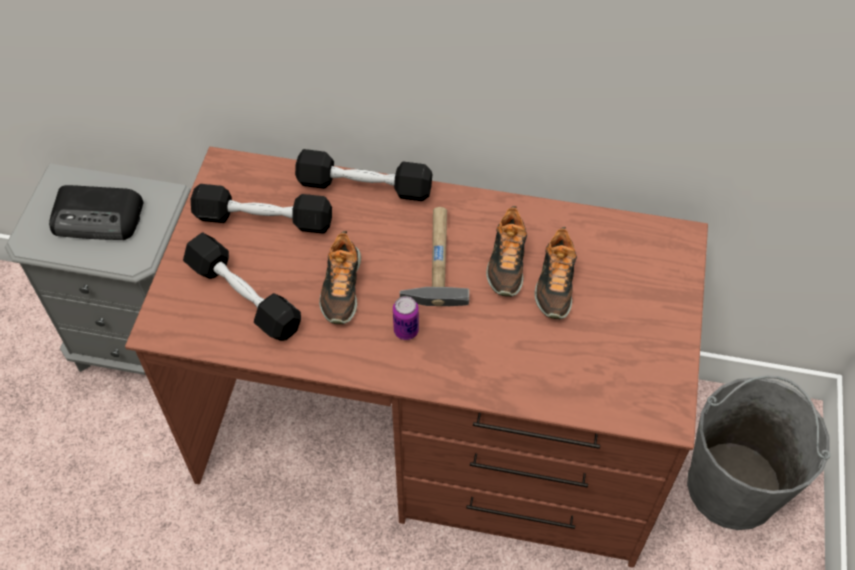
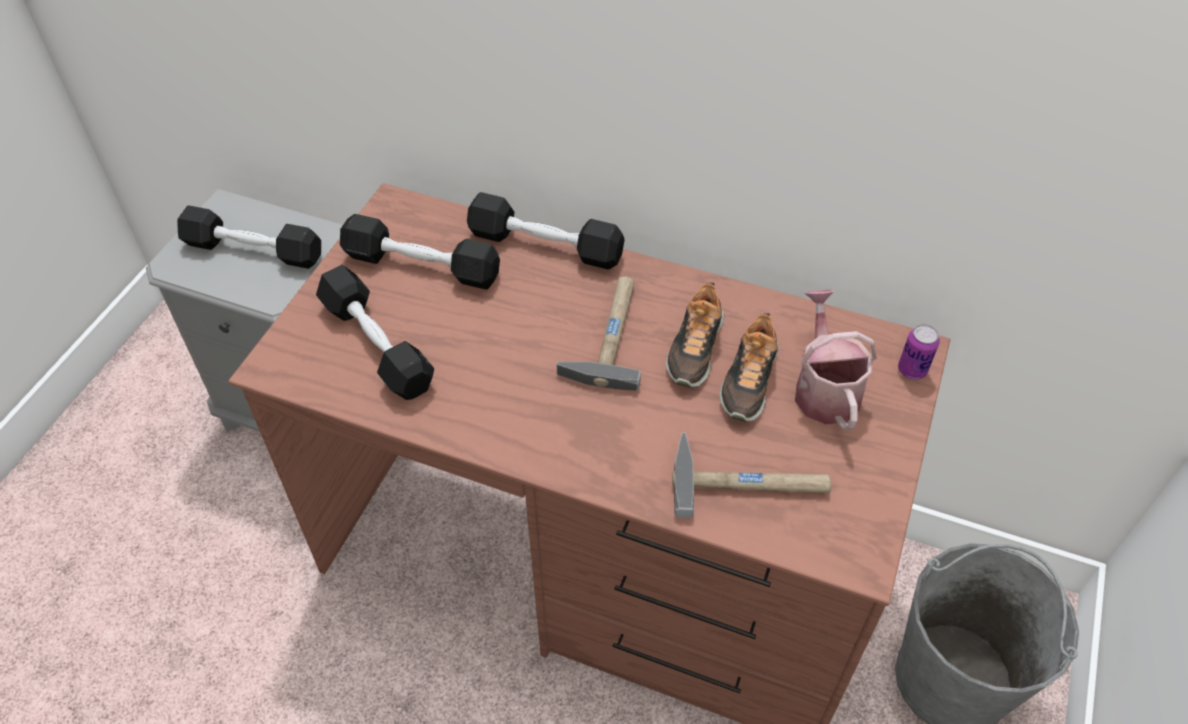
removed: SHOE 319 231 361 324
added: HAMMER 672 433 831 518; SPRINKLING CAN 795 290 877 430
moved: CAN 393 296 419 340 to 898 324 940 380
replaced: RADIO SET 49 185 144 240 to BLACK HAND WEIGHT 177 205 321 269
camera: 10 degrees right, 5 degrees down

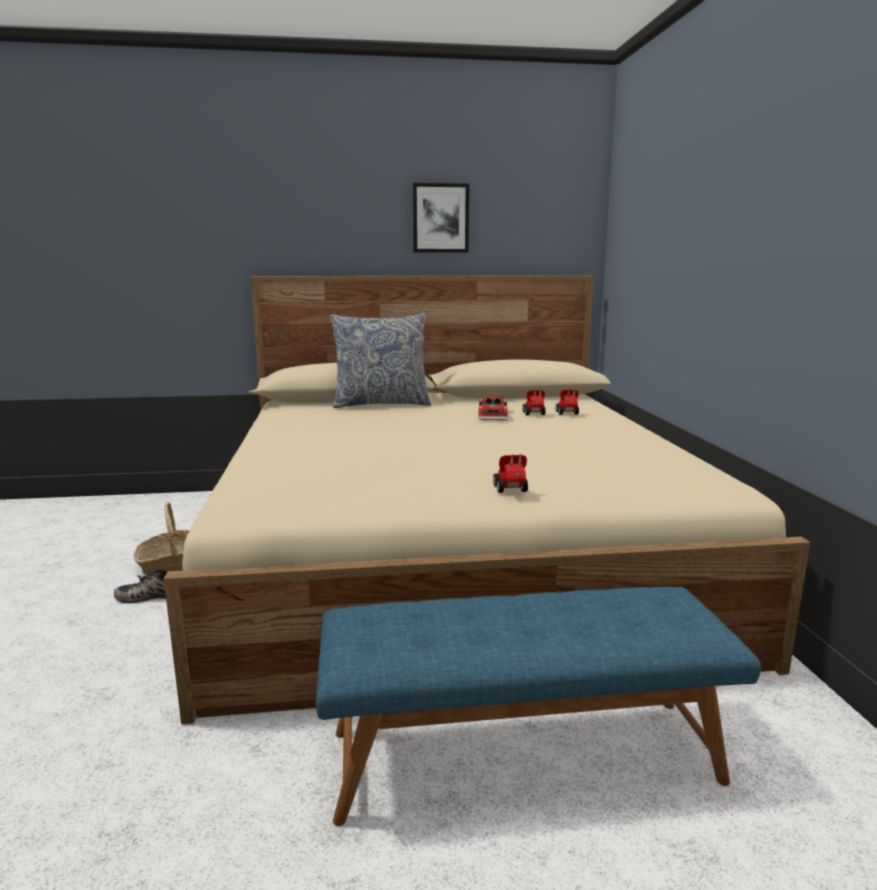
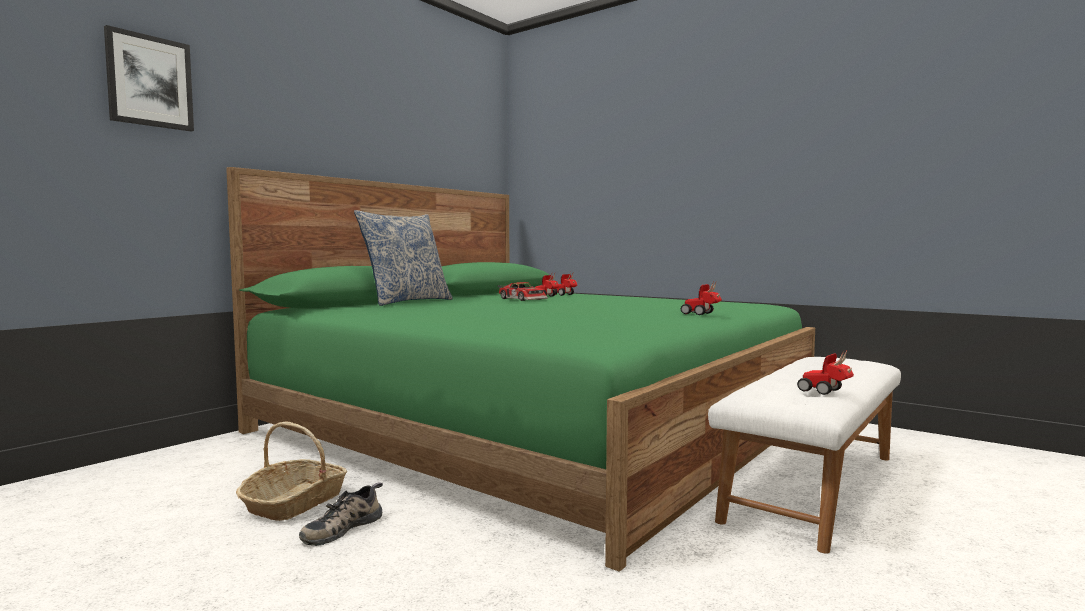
added: MINIATURE CAR 797 351 854 395
moved: PICTURE 413 183 469 253 to 104 25 194 132
recoloured: BEIGE-COLOURED BEDROOM BED 164 275 810 724 to GREEN-COLOURED BEDROOM BED 226 167 815 571; BLUISH LONG SEAT 316 587 761 826 to WHITE-COLOURED LONG SEAT 708 357 901 554
camera: 45 degrees left, 10 degrees down

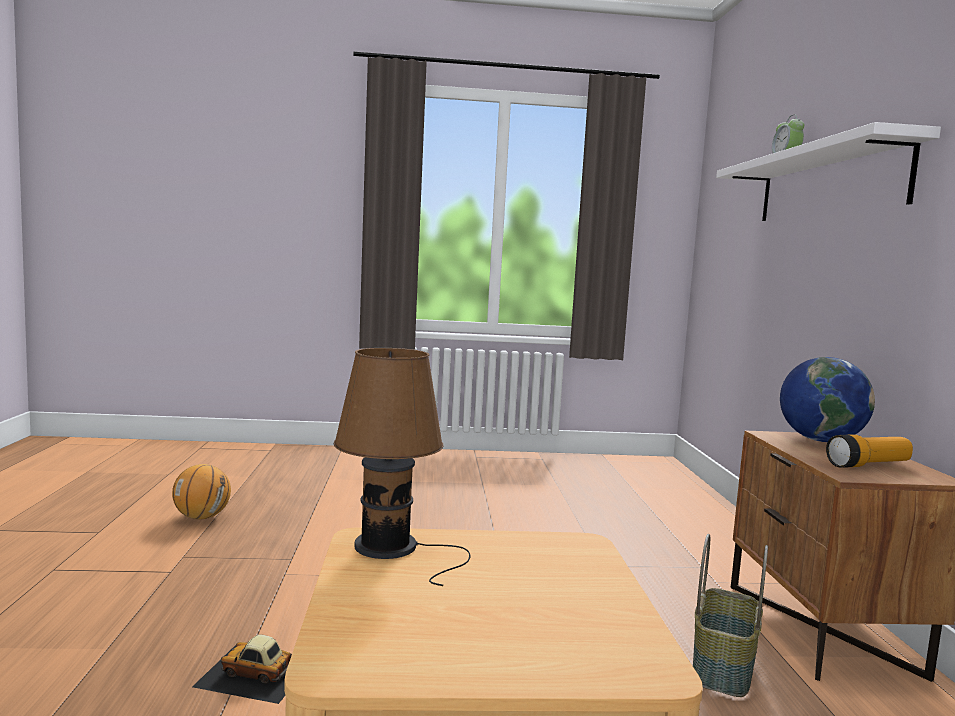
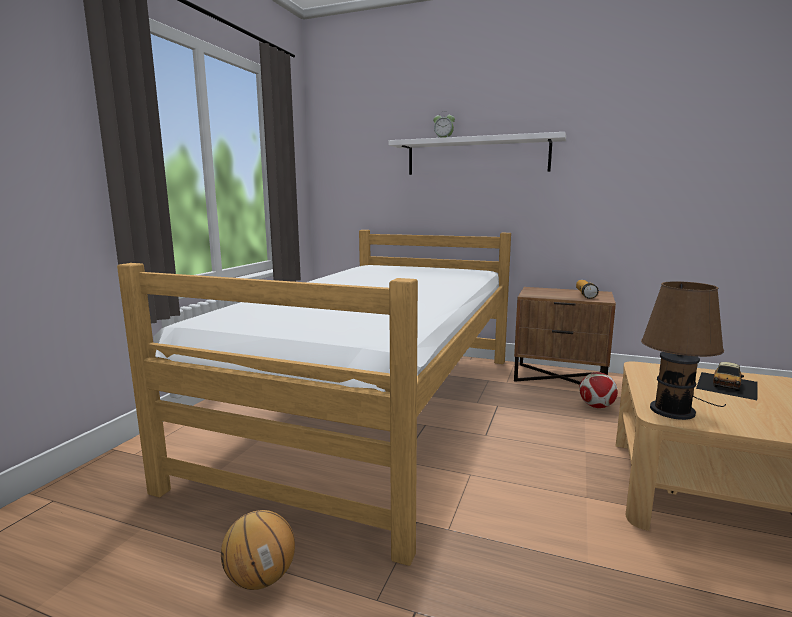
removed: DESK GLOBE 780 357 875 442
added: BEDROOM BED 117 230 511 566
moved: MINIATURE CAR 192 635 292 704 to 696 362 758 400
replaced: STORAGE BASKET 693 534 768 697 to BALL FOR FOOTBALL 579 372 618 408
camera: 65 degrees left, 5 degrees up

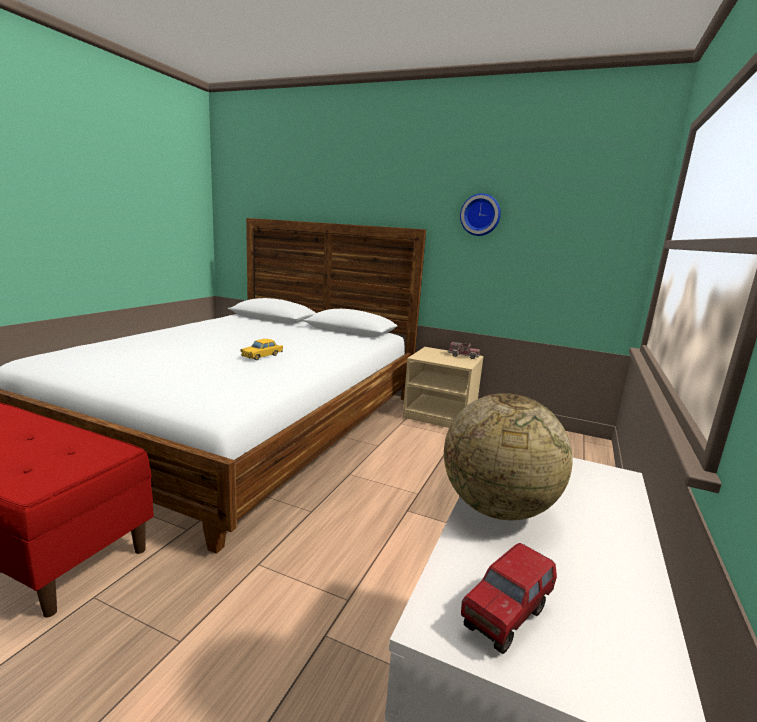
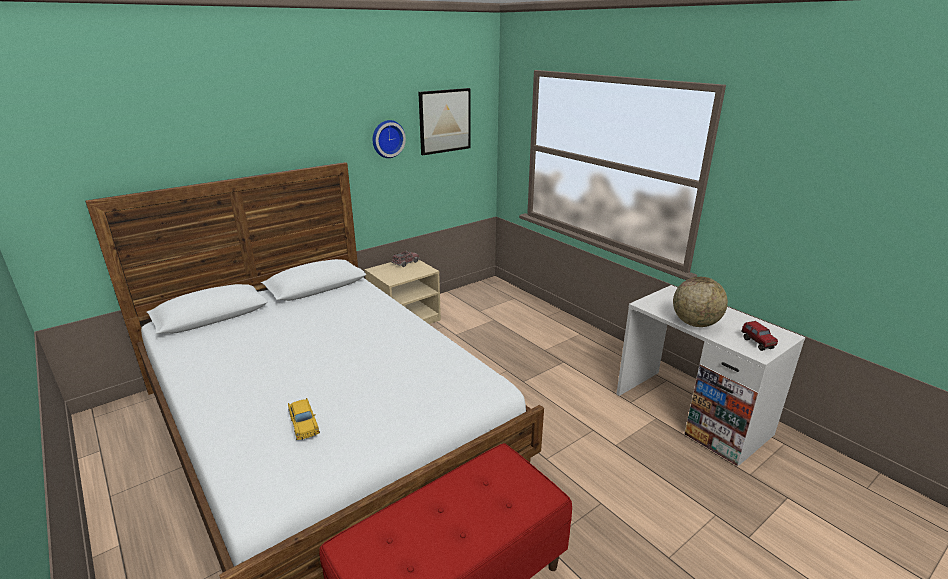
added: PICTURE 418 88 471 155
moved: YELLOWISH MINIATURE CAR 241 339 283 360 to 288 398 320 440
camera: 60 degrees left, 10 degrees up

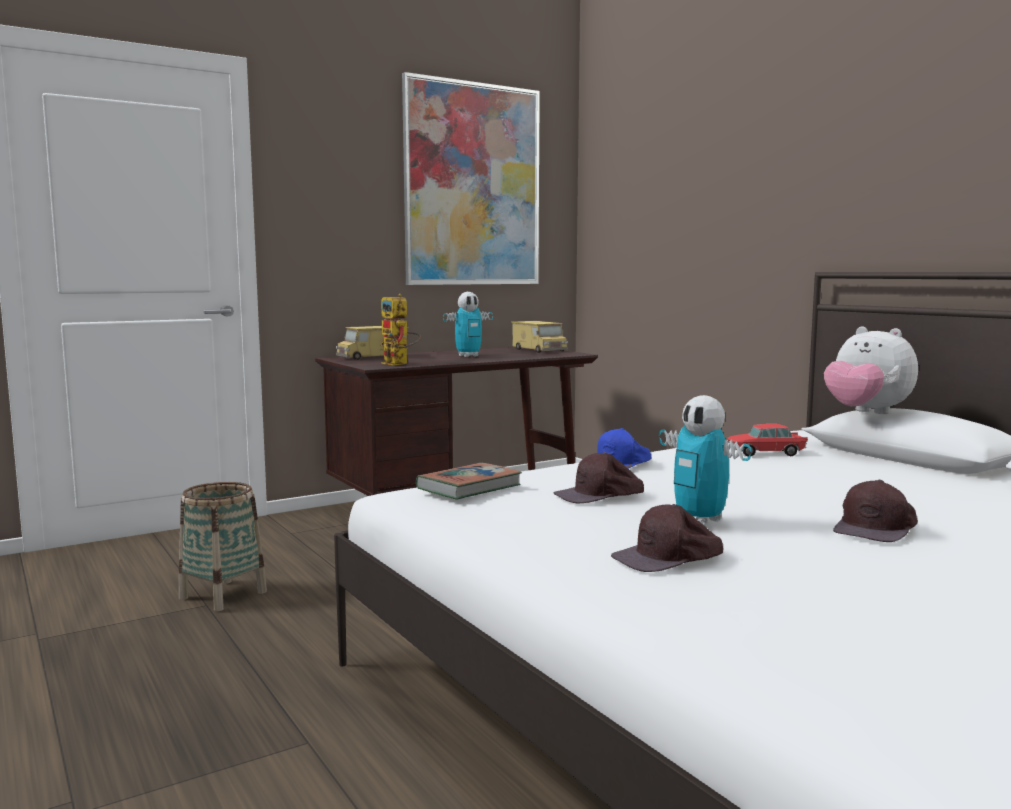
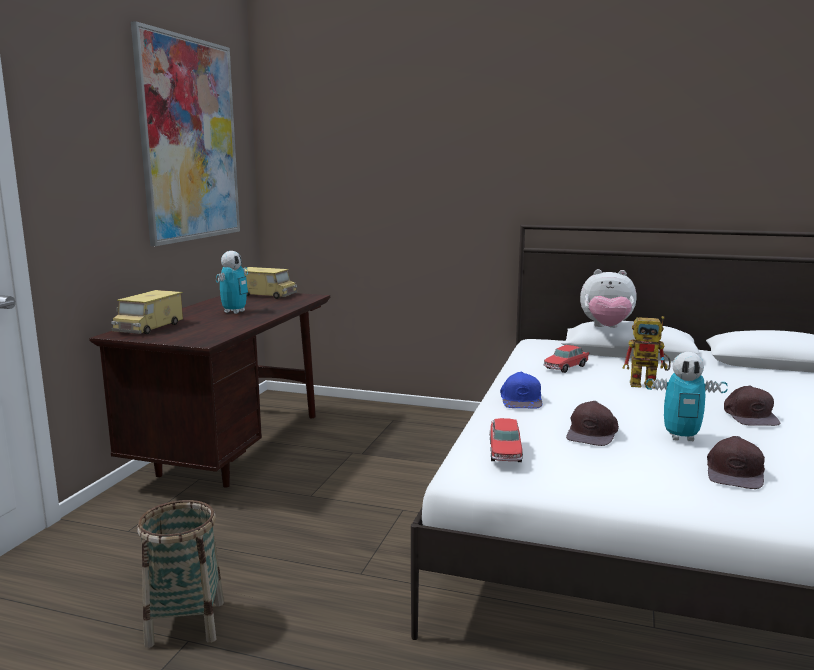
moved: TOY ROBOT 381 294 421 366 to 622 316 671 389
replaced: VOLUME 416 463 522 500 to MINIATURE CAR 490 418 523 462
camera: 40 degrees left, 5 degrees up

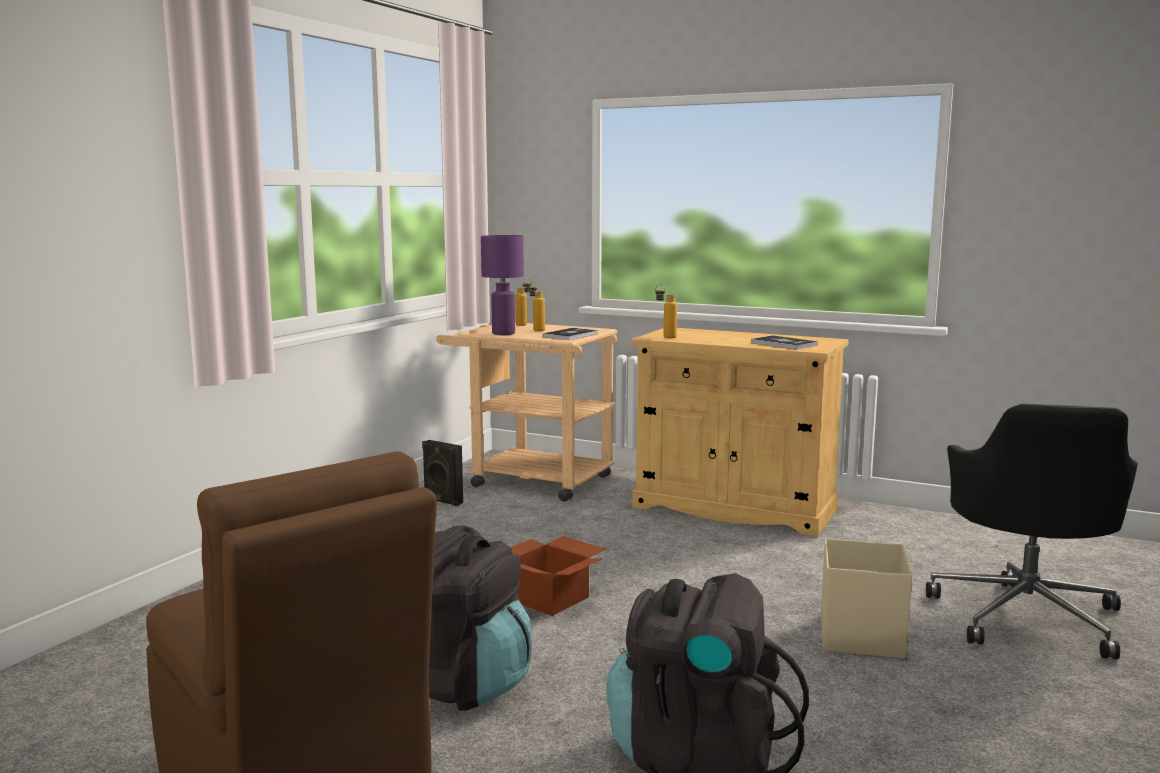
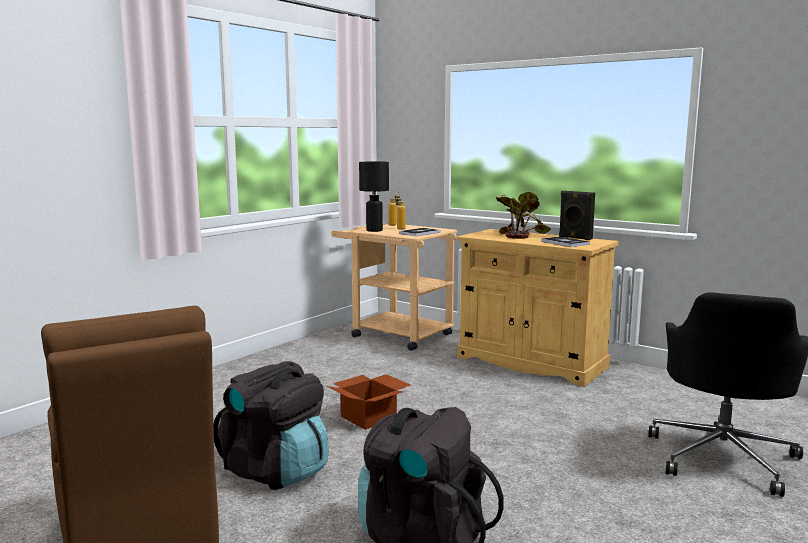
removed: BOTTLE 655 284 677 338; BEIGE-COLOURED STORAGE BOX 821 538 912 659
added: PLANT IN A POT 496 192 551 239
moved: BLACK LOUDSPEAKER 422 440 463 506 to 559 191 595 240
recoloured: PURPLE-COLOURED TABLE LAMP 481 235 524 335 to BLACK TABLE LAMP 359 161 389 232
camera: 10 degrees right, 0 degrees up

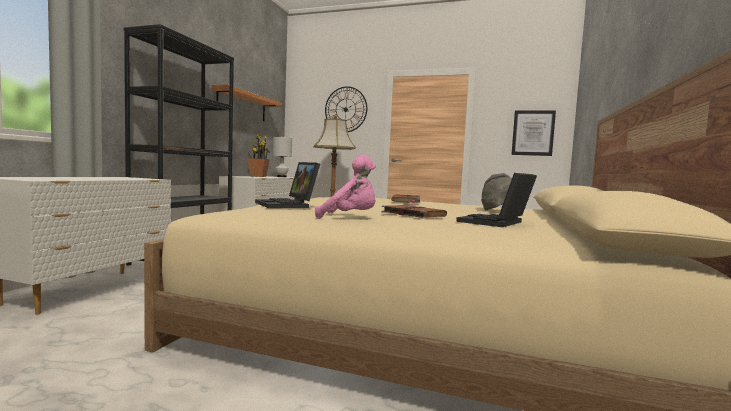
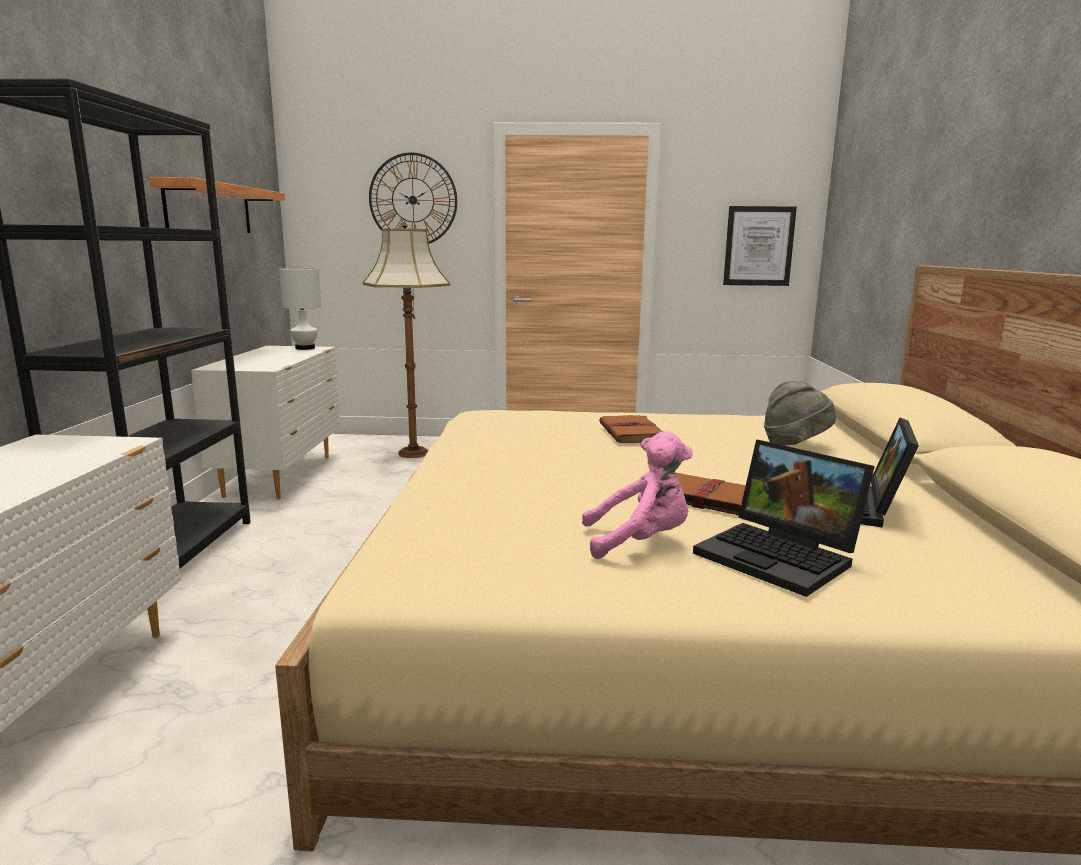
removed: PLANT IN A POT 247 134 270 177
moved: NOTEBOOK COMPUTER 255 162 320 208 to 693 439 875 597
camera: 15 degrees left, 10 degrees up

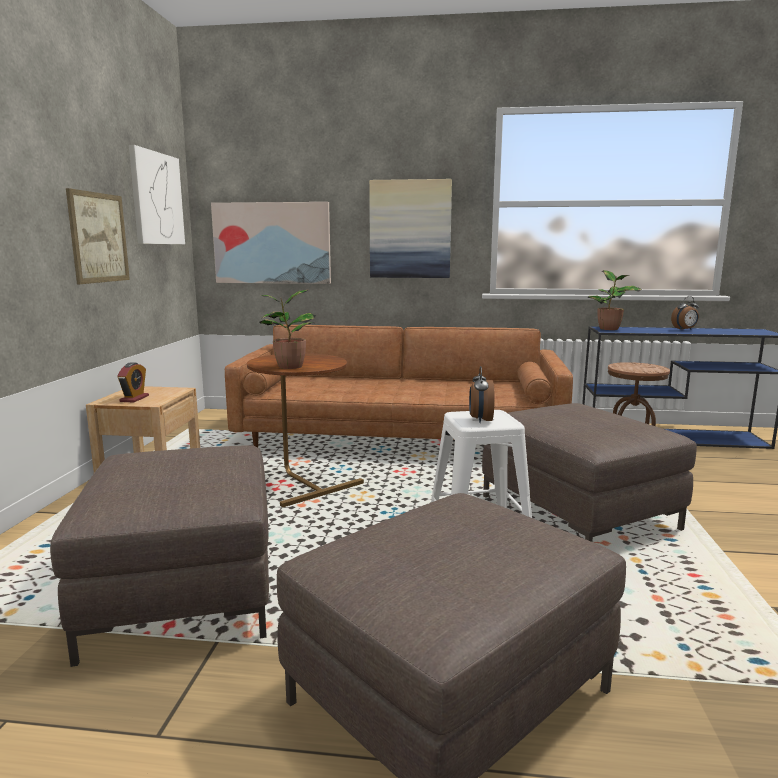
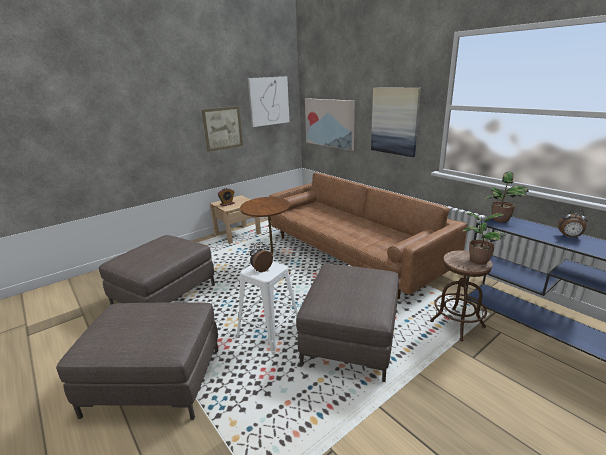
moved: PLANT IN A POT 260 290 316 369 to 462 213 506 265
camera: 45 degrees right, 10 degrees up

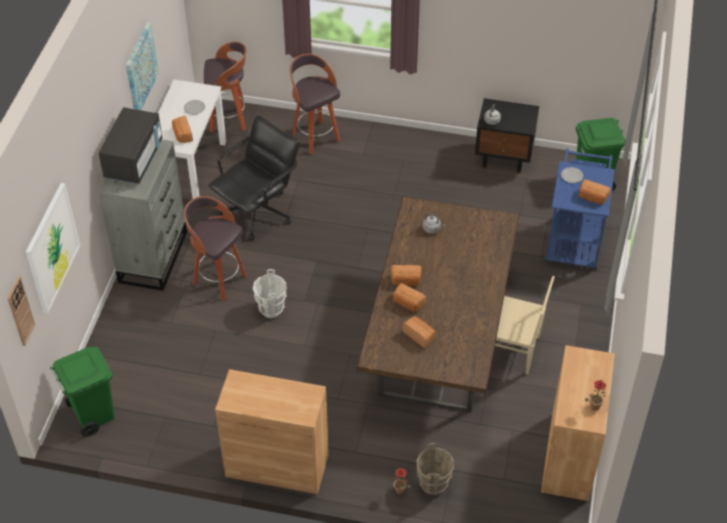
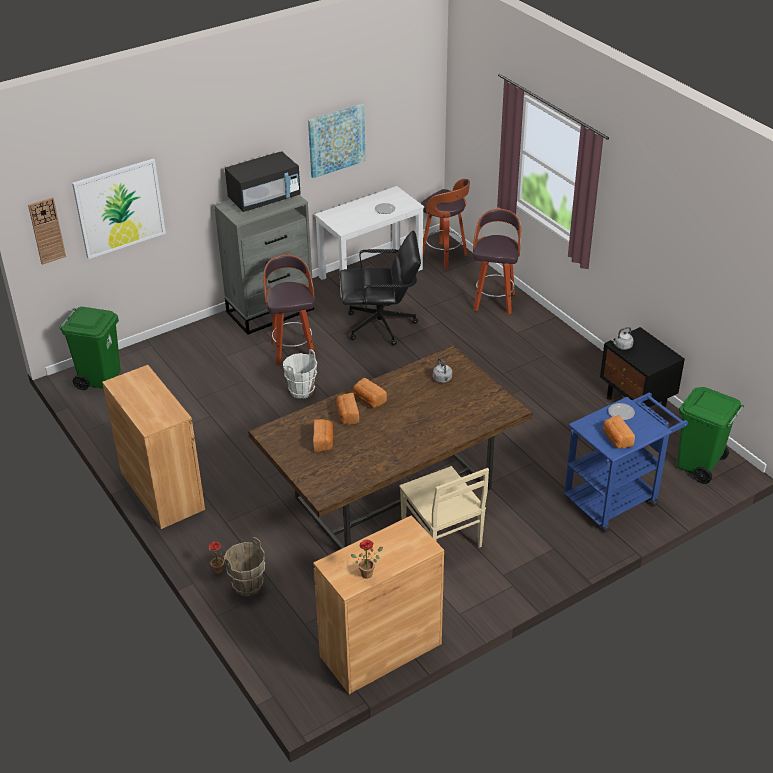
removed: BAKERY BREAD 172 116 193 143
camera: 45 degrees right, 10 degrees down

